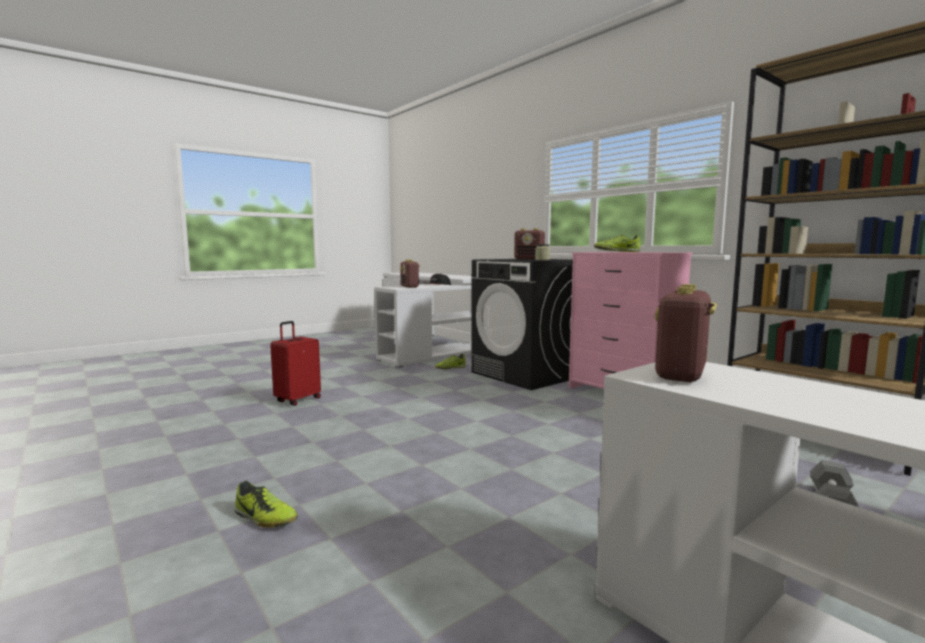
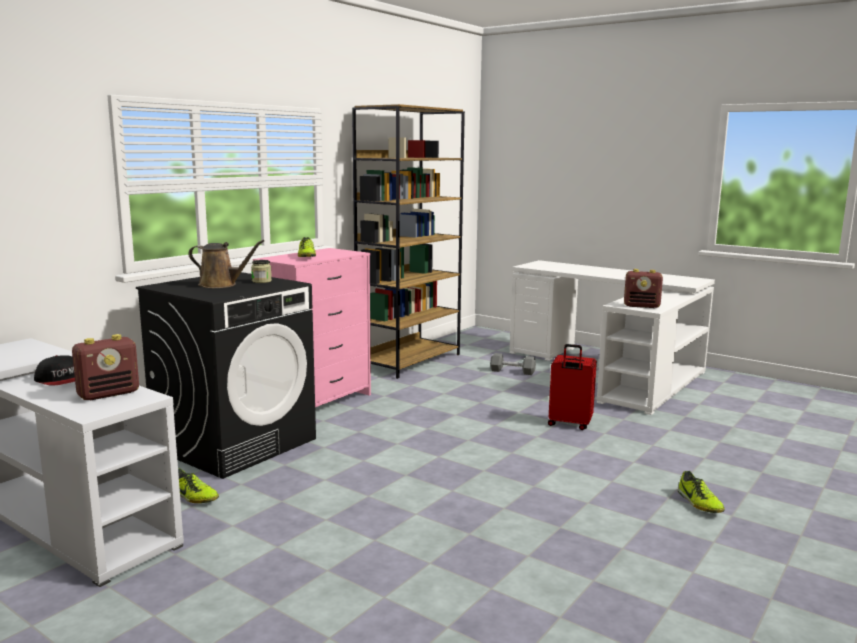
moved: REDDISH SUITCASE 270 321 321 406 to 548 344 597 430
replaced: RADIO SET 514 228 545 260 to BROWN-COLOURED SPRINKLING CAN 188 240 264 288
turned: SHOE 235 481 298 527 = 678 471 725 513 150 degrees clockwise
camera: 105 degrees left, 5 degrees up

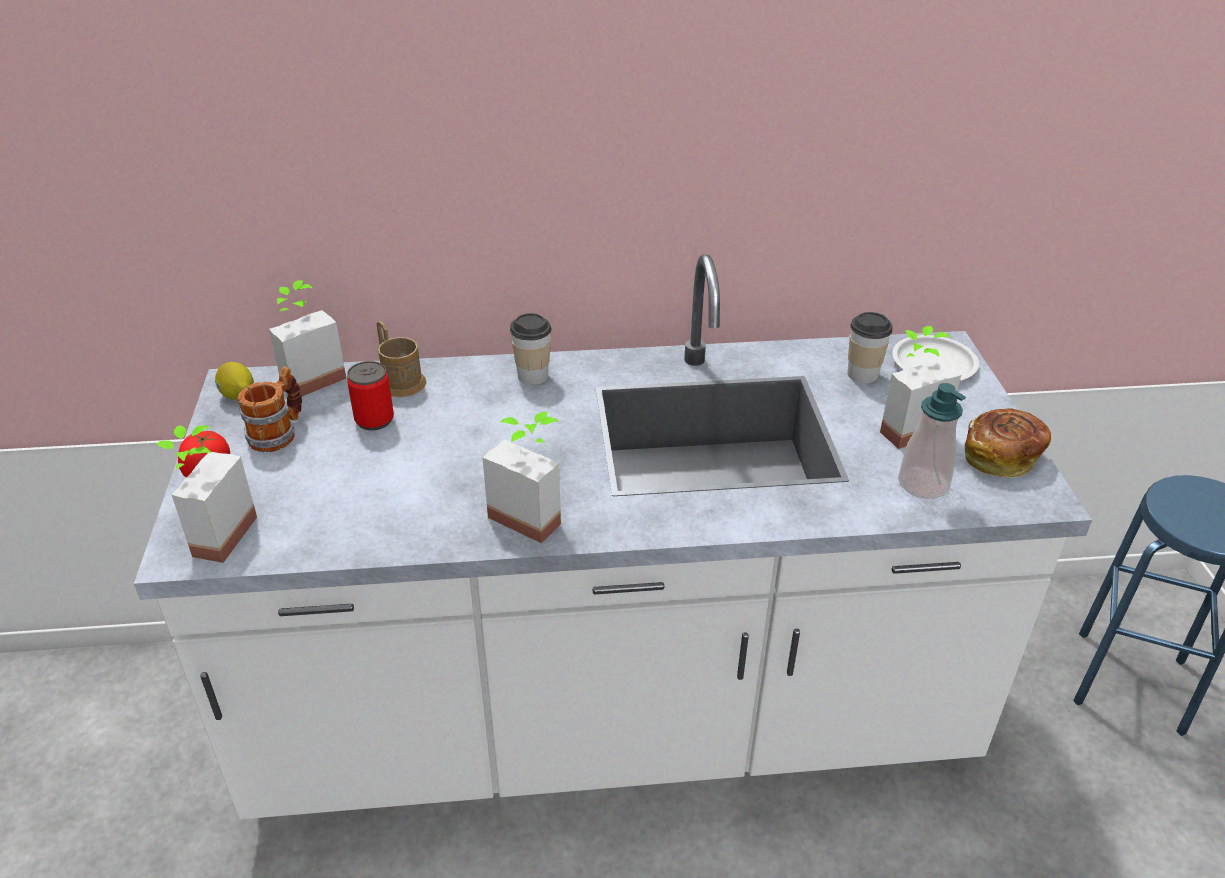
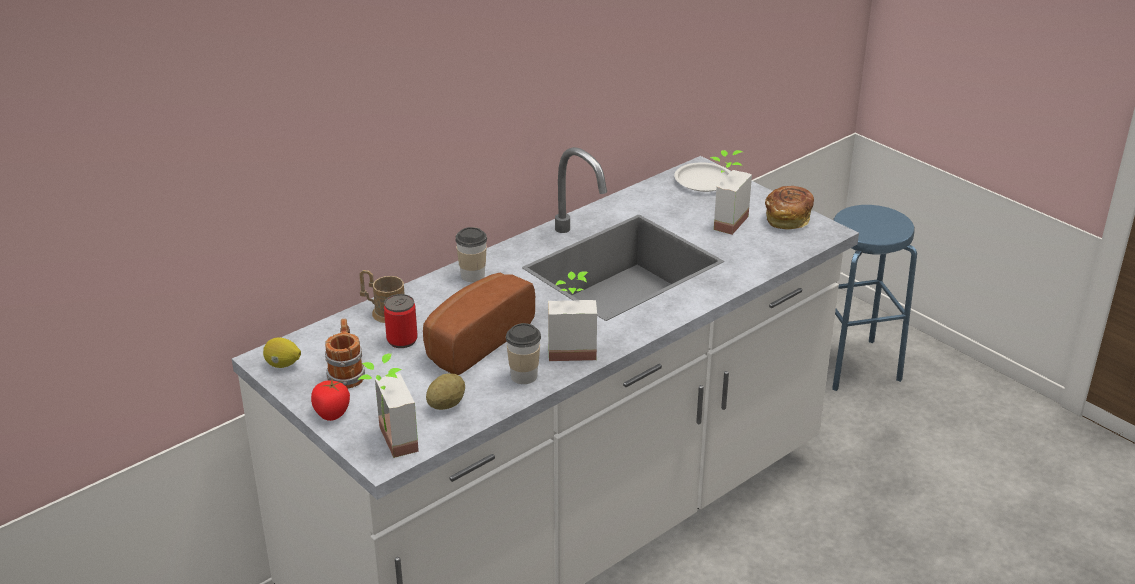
removed: PLANT IN A POT 269 280 346 397; SOAP BOTTLE 898 383 966 499
added: BAKERY BREAD 423 273 535 375; SPUD 426 373 465 410
moved: SMALL CUP 847 312 893 383 to 506 323 541 384
camera: 35 degrees left, 5 degrees down

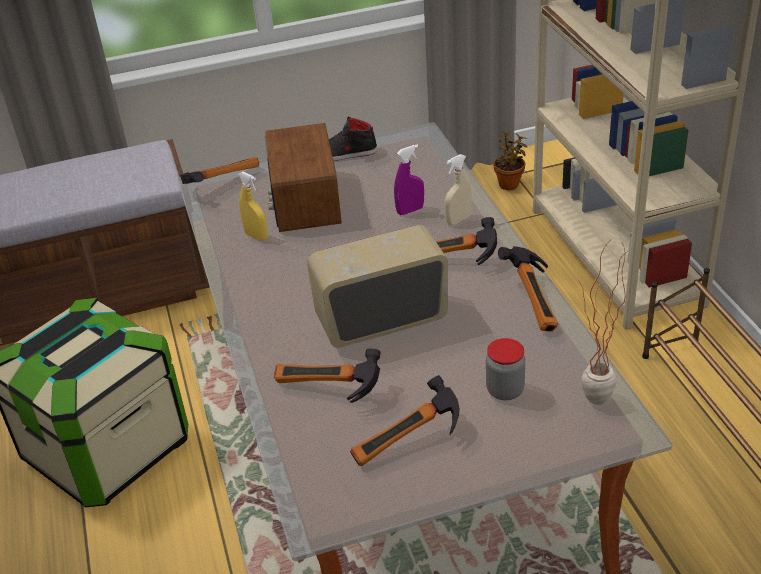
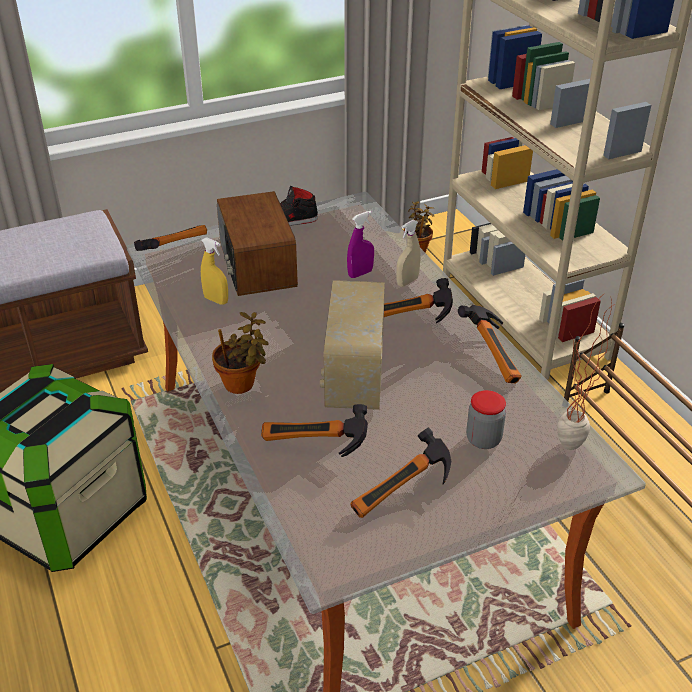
added: PLANT IN A POT 212 312 269 394
turned: RADIO SET 307 225 448 348 = 320 280 385 410 60 degrees counterclockwise
camera: 10 degrees left, 0 degrees up

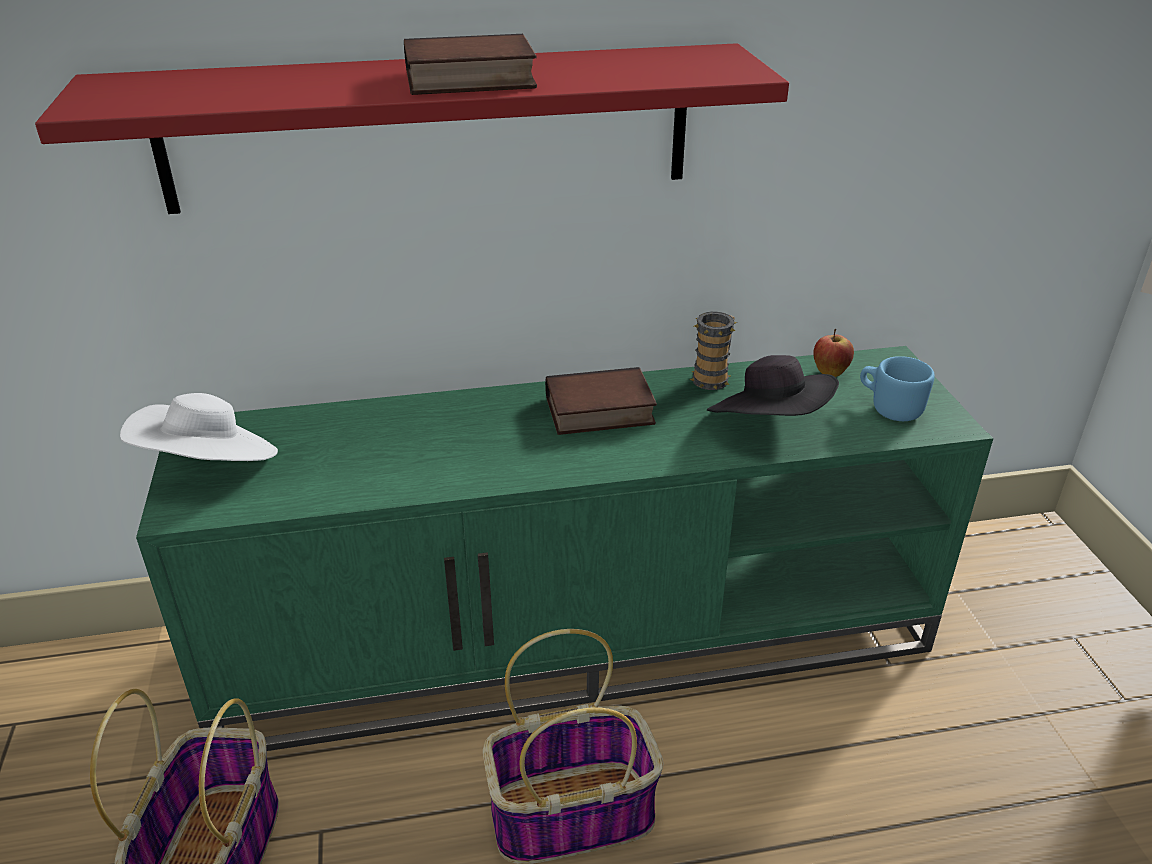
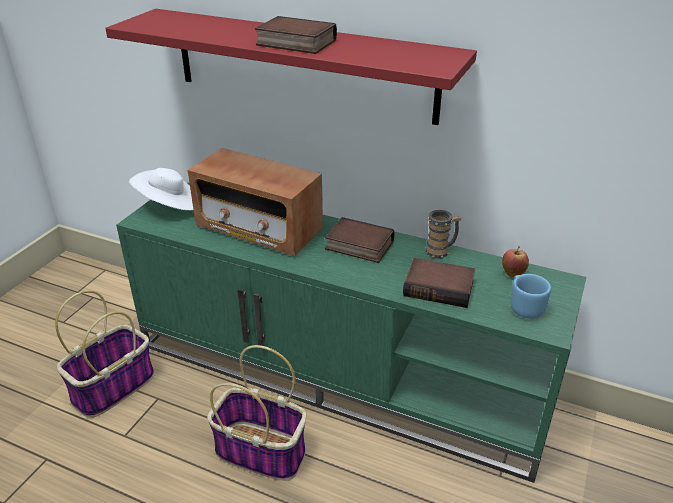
added: RADIO SET 188 148 323 256
replaced: BLACK HAT 707 355 839 416 to VOLUME 403 258 475 308
camera: 35 degrees right, 0 degrees up

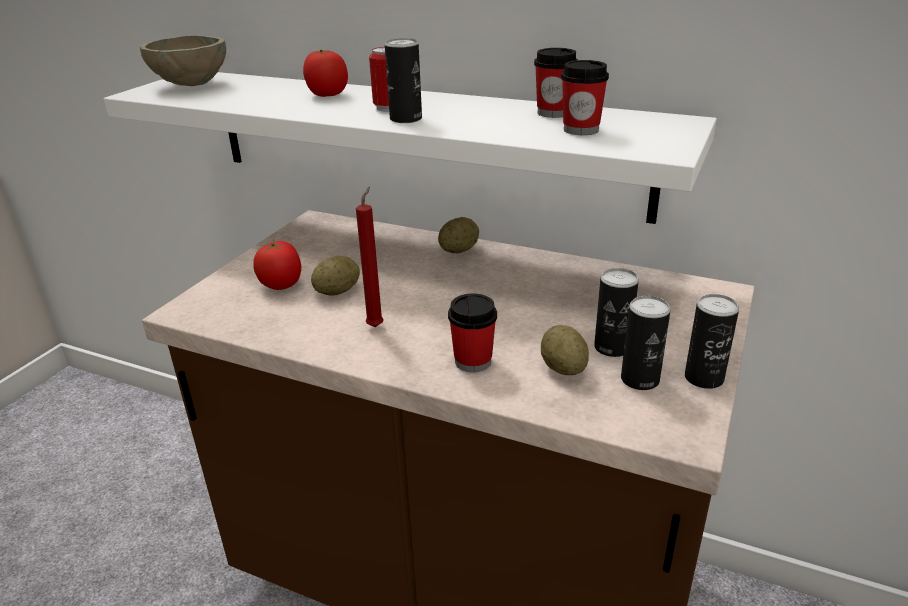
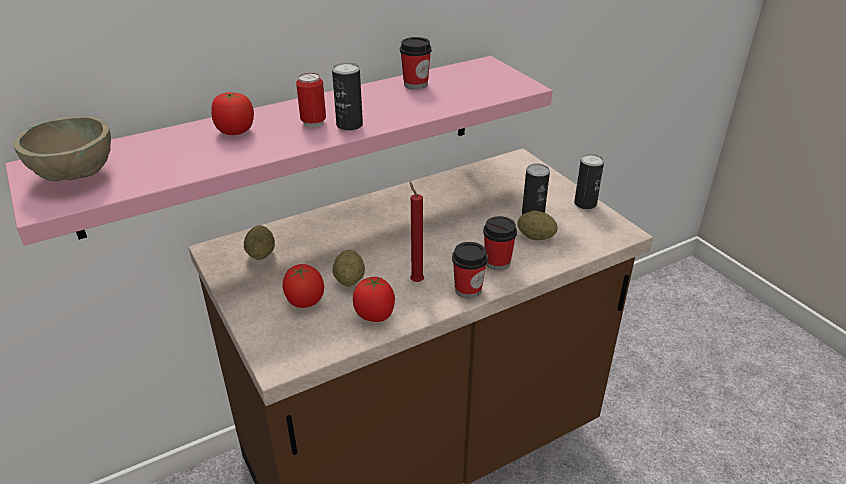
removed: CAN 621 296 671 390
added: TOMATO 353 277 395 322
moved: SPUD 438 217 479 253 to 244 225 275 260; SMALL CUP 561 60 609 135 to 452 242 488 298
recoloured: WHITE-COLOURED SHELF 103 72 717 224 to PINKISH SHELF 5 56 552 245
camera: 55 degrees left, 5 degrees up

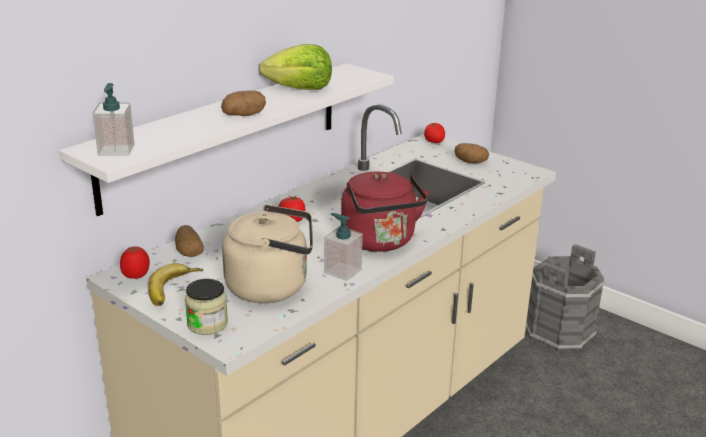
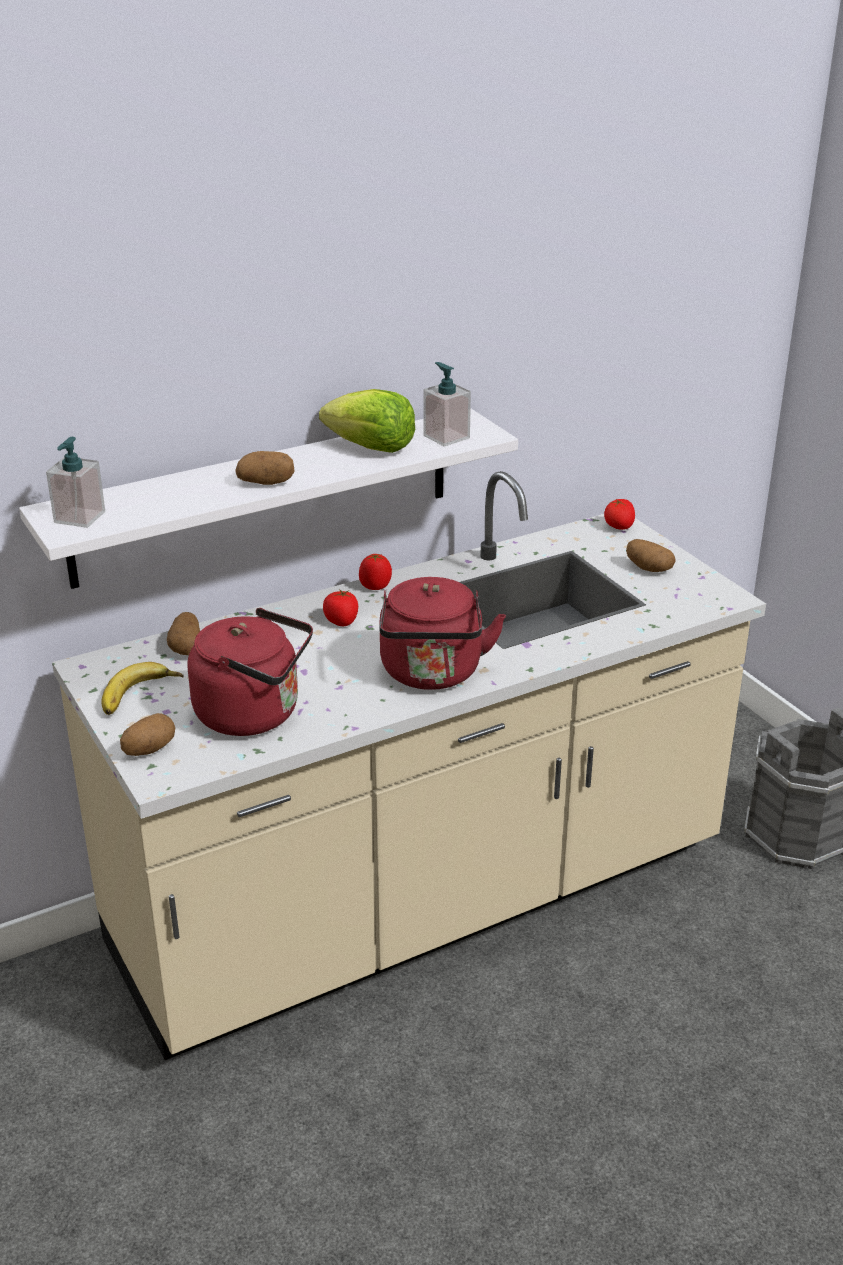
moved: TOMATO 120 246 150 279 to 359 554 392 590; SOAP BOTTLE 324 213 363 281 to 423 362 471 446
replaced: STORAGE JAR 185 279 228 335 to SPUD 120 713 175 756
recoloured: BEIGE-COLOURED KETTLE 222 204 313 303 to REDDISH KETTLE 188 608 313 736
camera: 20 degrees right, 5 degrees up

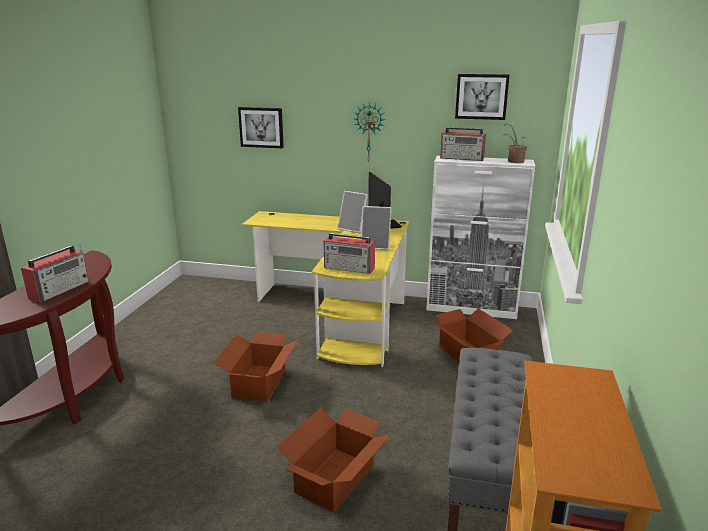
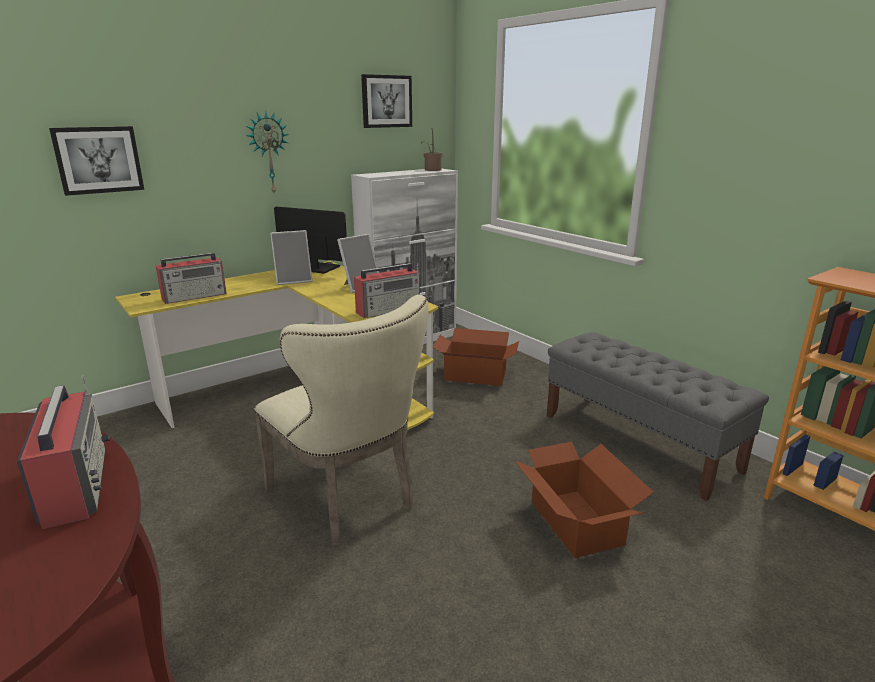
moved: RADIO SET 440 127 486 161 to 156 252 227 304
replaced: CARDBOARD BOX 214 332 298 402 to BEIGE-COLOURED CHAIR 254 295 429 546
camera: 50 degrees left, 0 degrees up

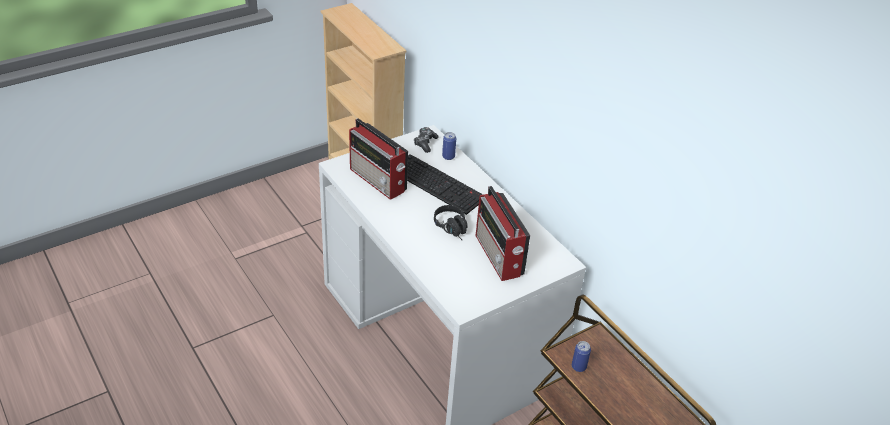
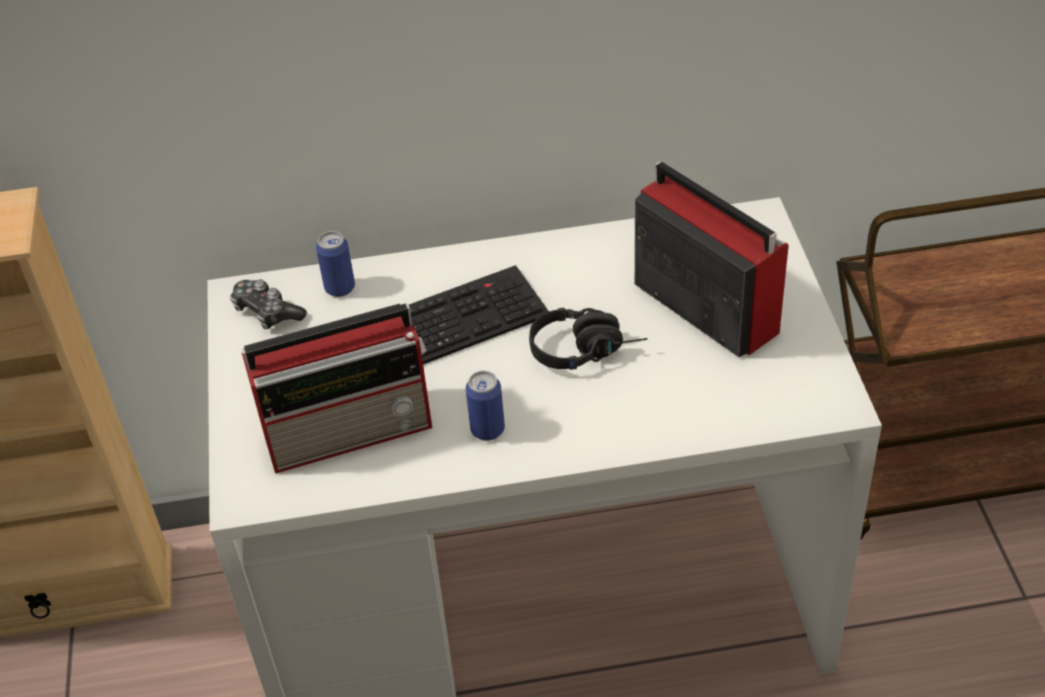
moved: CAN 572 341 591 372 to 466 371 505 441
turned: RADIO SET 476 186 530 281 = 635 161 789 357 135 degrees counterclockwise
camera: 60 degrees left, 5 degrees up

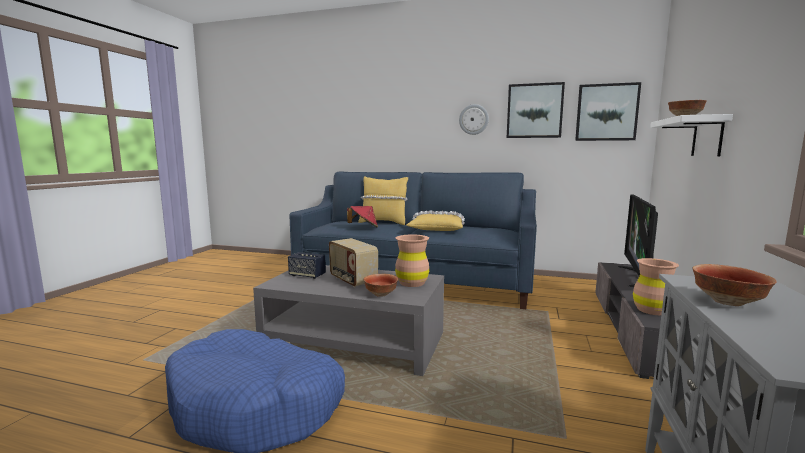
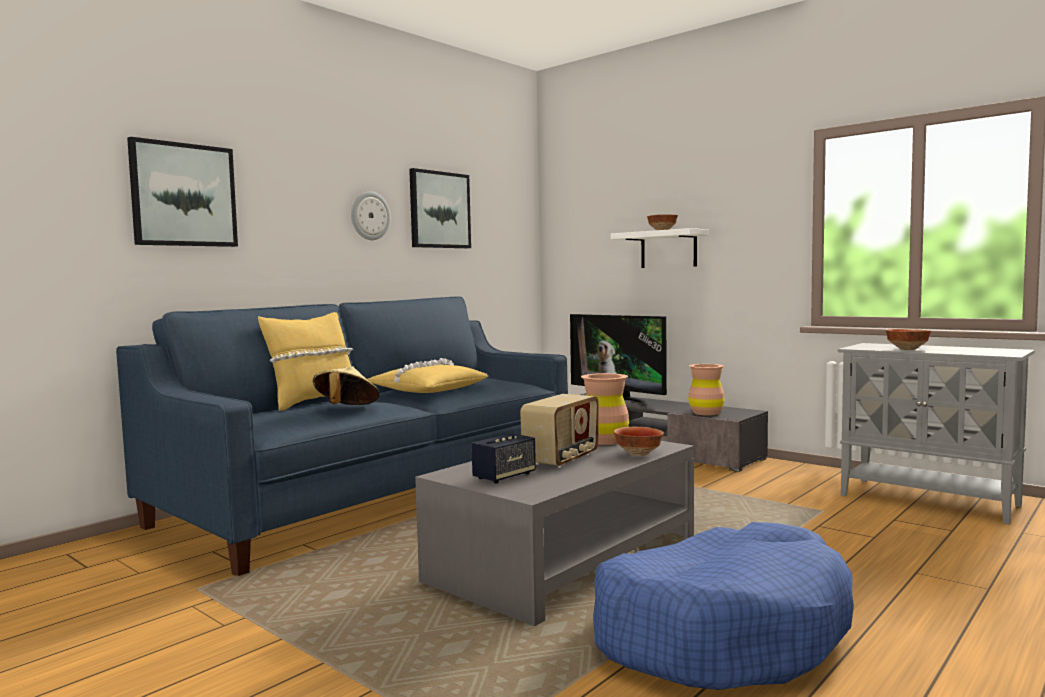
moved: PICTURE 575 82 641 141 to 127 137 238 247
recoloured: REDDISH HAT 347 206 378 227 to BEIGE-COLOURED HAT 313 366 379 405
turned: RADIO SET 329 238 378 288 = 520 394 599 468 45 degrees counterclockwise
camera: 65 degrees left, 5 degrees down

